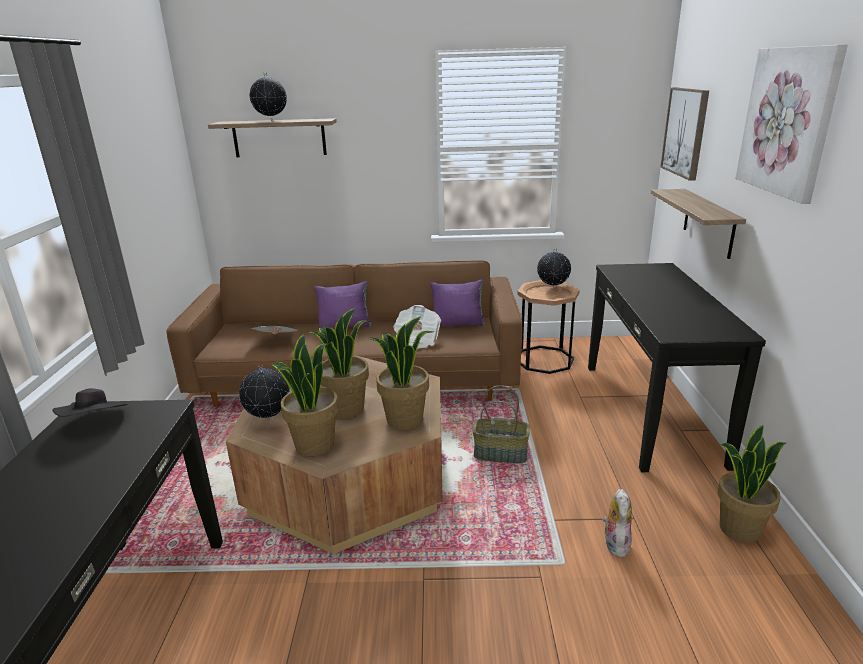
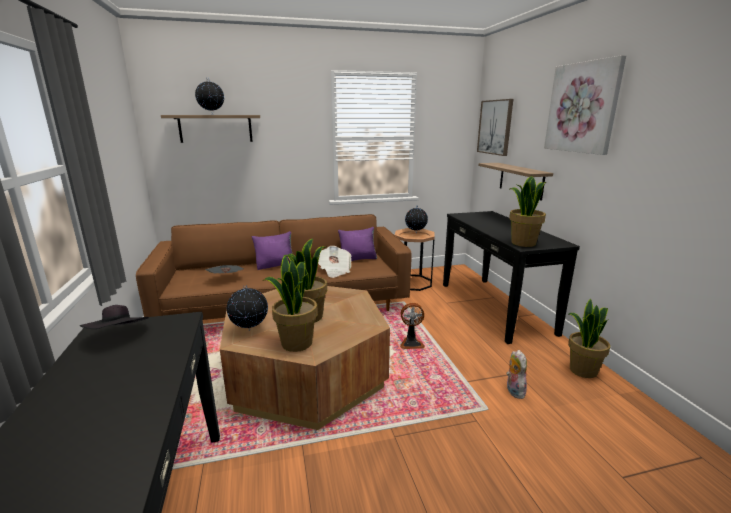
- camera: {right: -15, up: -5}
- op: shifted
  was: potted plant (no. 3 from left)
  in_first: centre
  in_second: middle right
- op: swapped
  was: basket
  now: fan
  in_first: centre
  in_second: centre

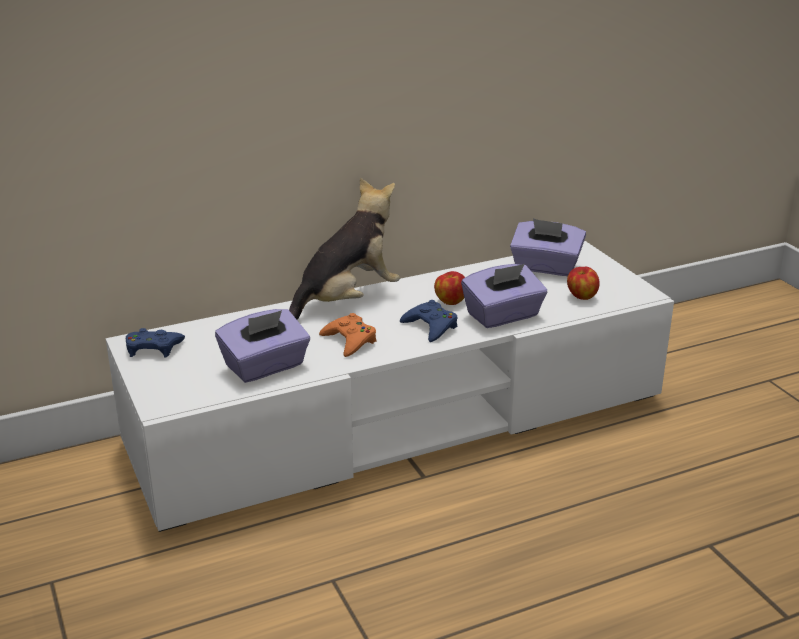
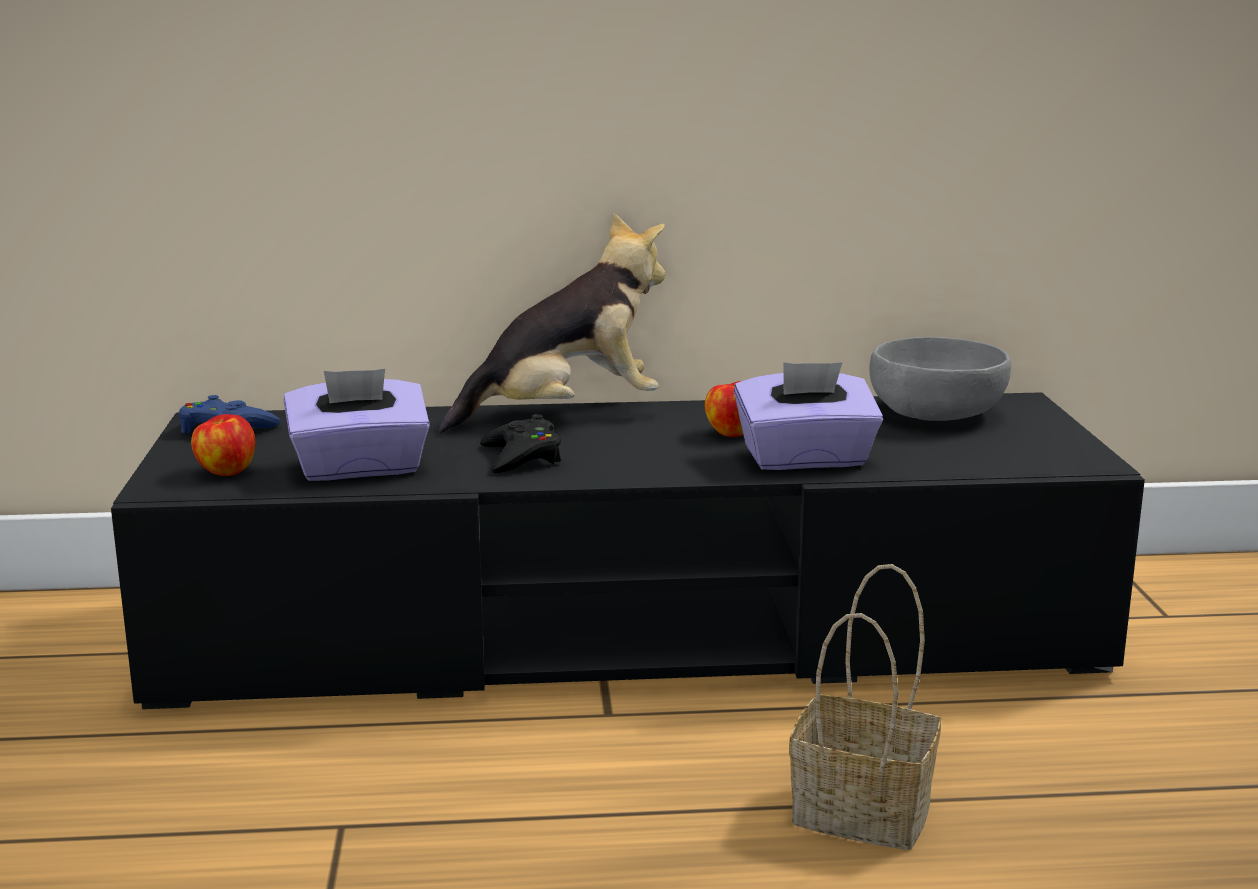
- camera: {right: 20, up: -10}
- op: gone
  was: blue game controller (no. 2 from left)
  in_first: centre
- op: new
  now: basket
  in_second: bottom right
- op: shifted
  was: apple (no. 2 from left in the first image)
  now: apple (no. 1 from left)
  in_first: middle right
  in_second: middle left
- op: swapped
  was: purple tissue box (no. 3 from left)
  now: grey bowl
  in_first: middle right
  in_second: middle right
- op: repainted
  was: white tv stand
  now: black tv stand
  in_first: centre
  in_second: centre
- op: repainted
  was: orange game controller
  now: black game controller
  in_first: centre
  in_second: centre

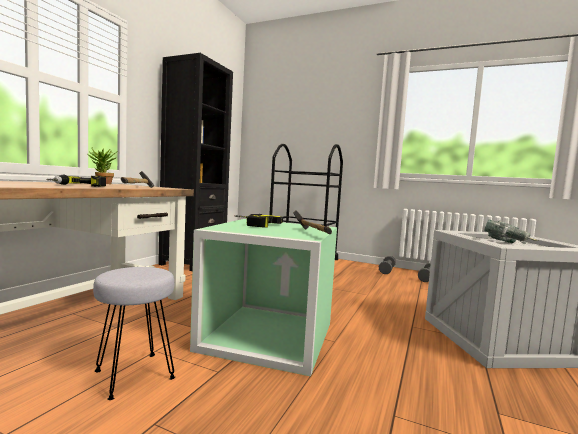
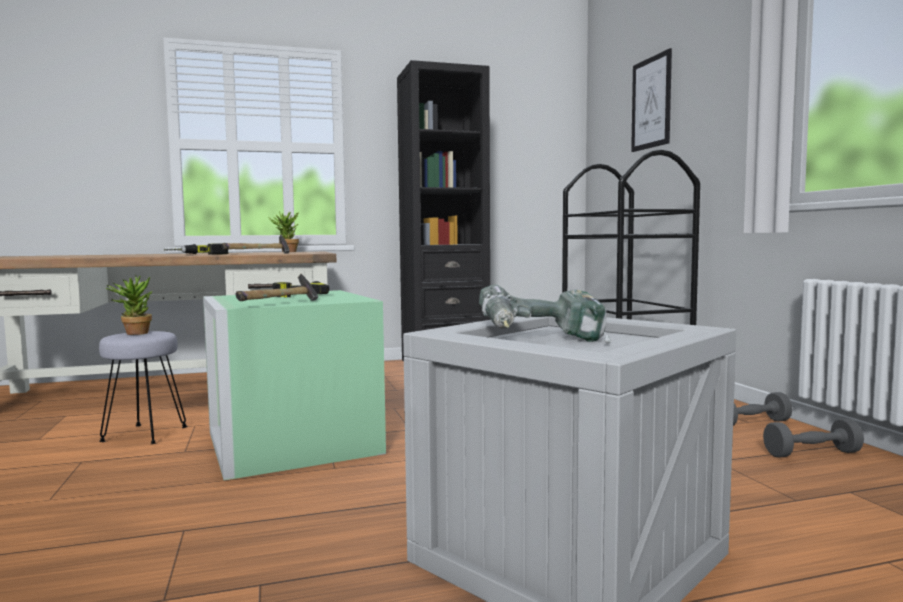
- camera: {right: 50, up: 0}
- op: new
  now: potted plant (no. 1 from left)
  in_second: middle left
- op: new
  now: picture
  in_second: top right

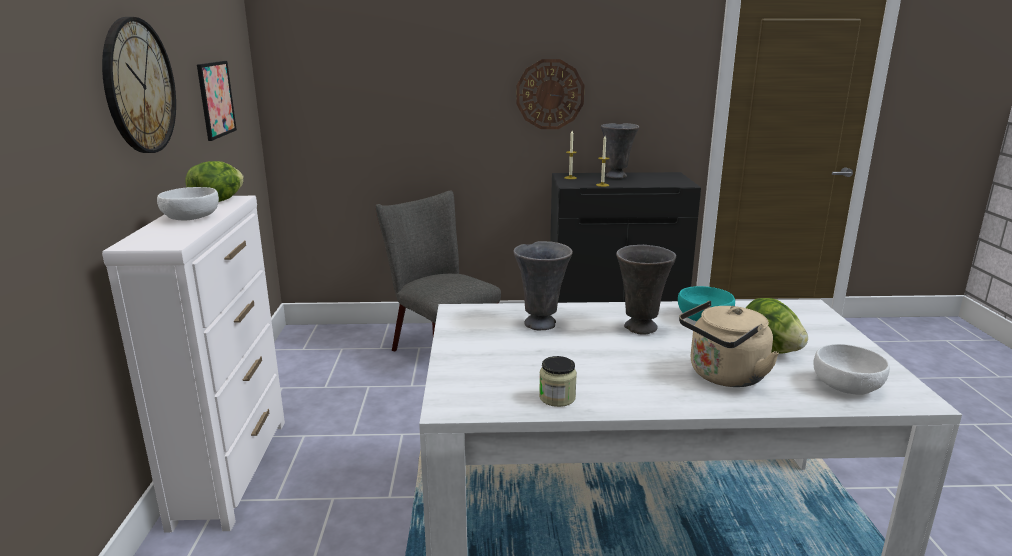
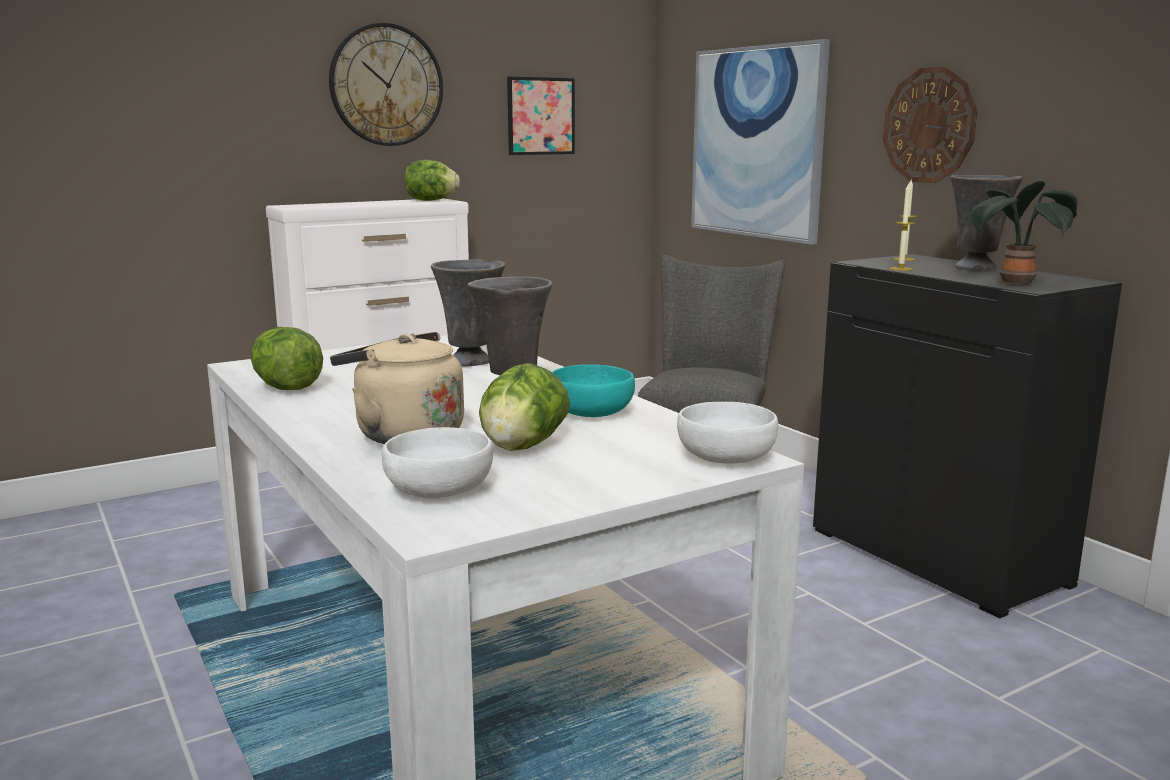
- camera: {right: 60, up: -5}
- op: new
  now: picture (no. 2 from left)
  in_second: top centre
- op: new
  now: potted plant
  in_second: top right
- op: shifted
  was: white bowl (no. 1 from left in the first image)
  now: white bowl (no. 2 from left)
  in_first: middle left
  in_second: centre
- op: swapped
  was: jar
  now: lettuce (no. 1 from left)
  in_first: bottom centre
  in_second: middle left

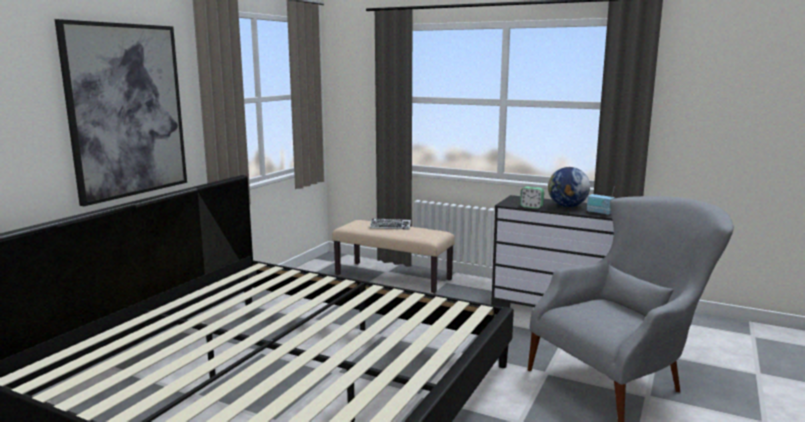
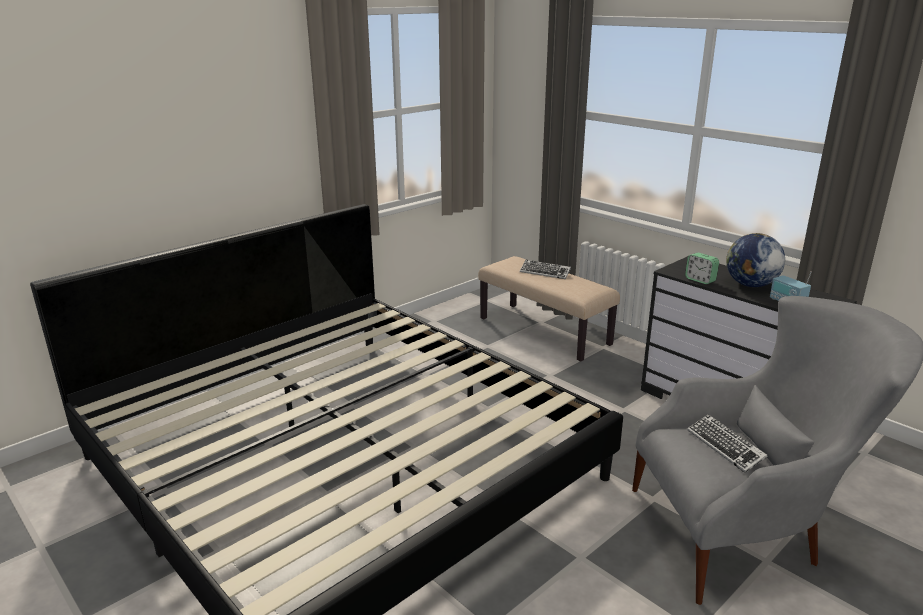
- camera: {right: 20, up: 10}
- op: gone
  was: picture
  in_first: top left
- op: new
  now: keyboard (no. 2 from left)
  in_second: bottom right

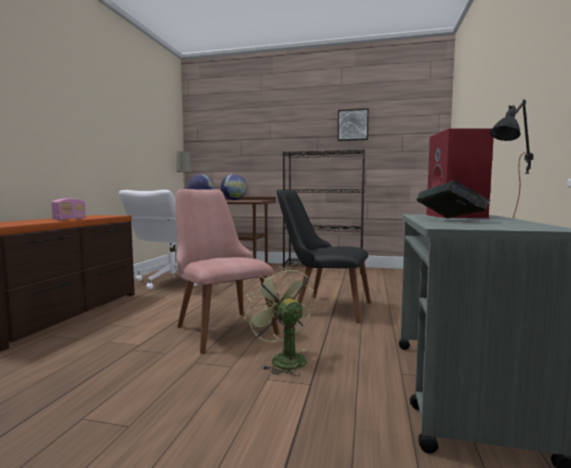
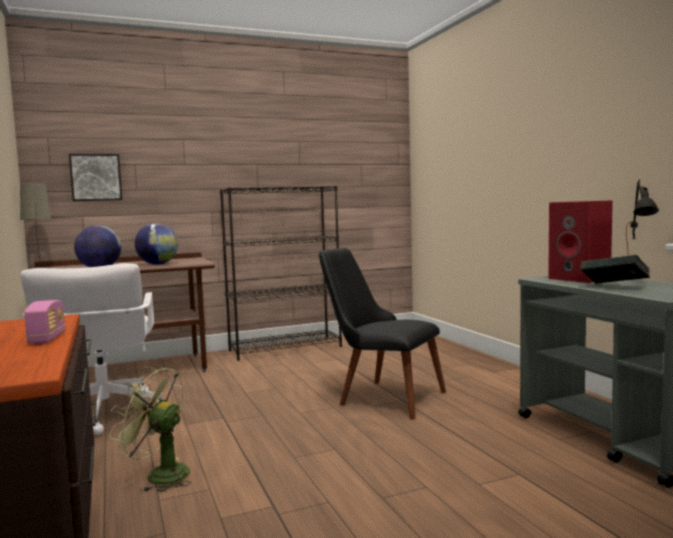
- camera: {right: -35, up: 0}
- op: gone
  was: pink chair
  in_first: centre
- op: shifted
  was: green fan
  in_first: bottom centre
  in_second: bottom left
- op: shifted
  was: picture
  in_first: top centre
  in_second: top left
- op: rotated
  was: black chair
  in_first: centre
  in_second: centre
  clockwise: 45

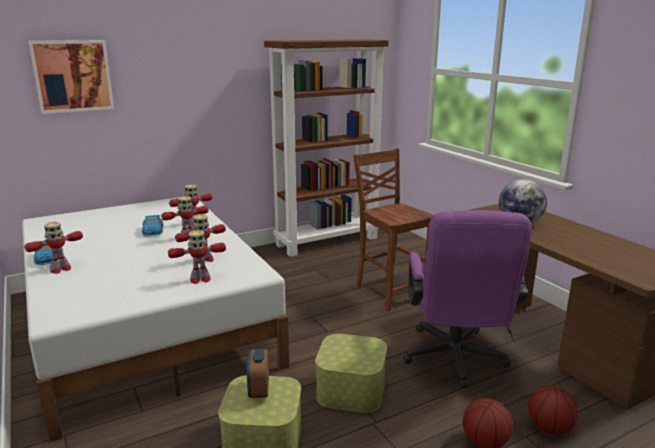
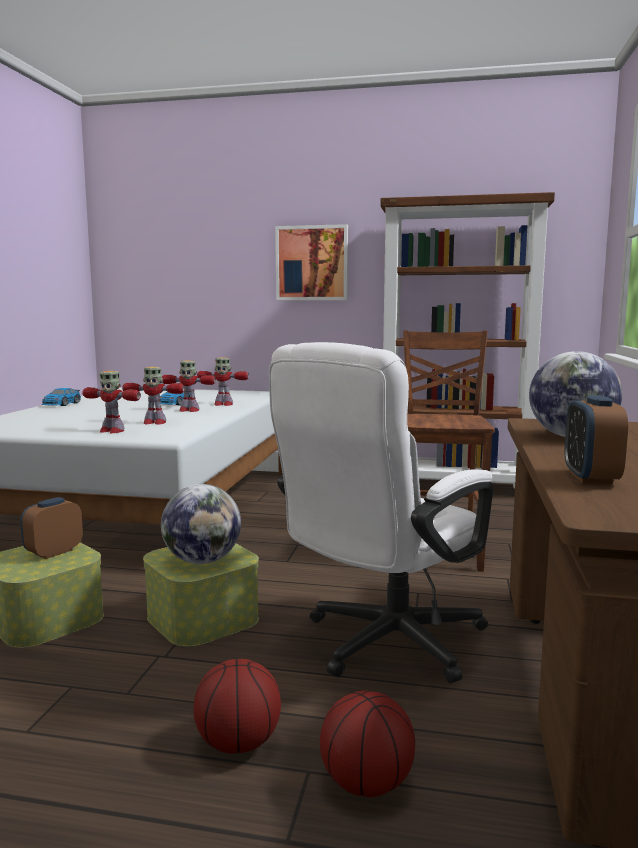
- camera: {right: 40, up: -10}
- op: gone
  was: toy robot (no. 1 from left)
  in_first: middle left
- op: new
  now: globe (no. 1 from left)
  in_second: middle left
- op: new
  now: alarm clock (no. 2 from left)
  in_second: middle right
- op: shifted
  was: picture
  in_first: top left
  in_second: top centre
- op: repainted
  was: purple office chair
  now: white office chair
  in_first: bottom right
  in_second: centre

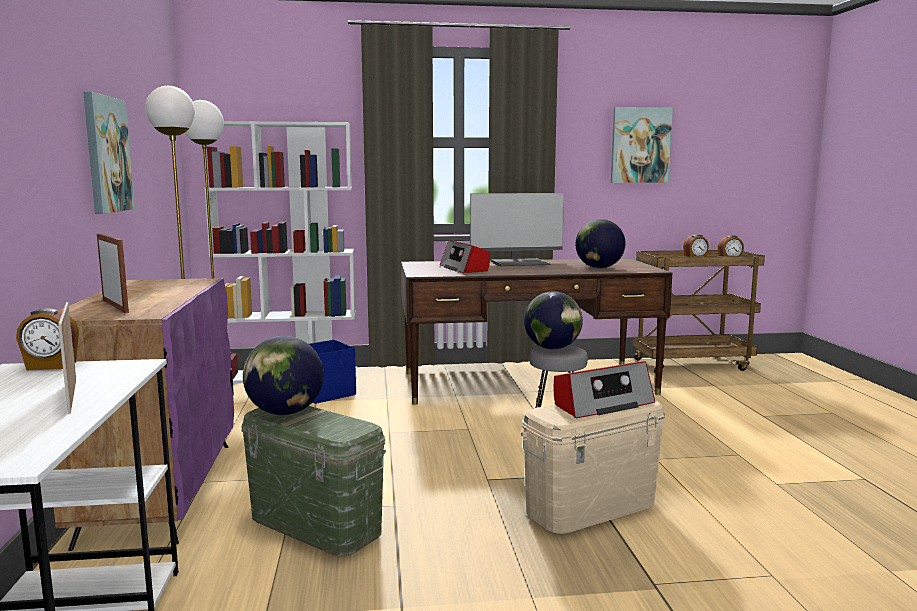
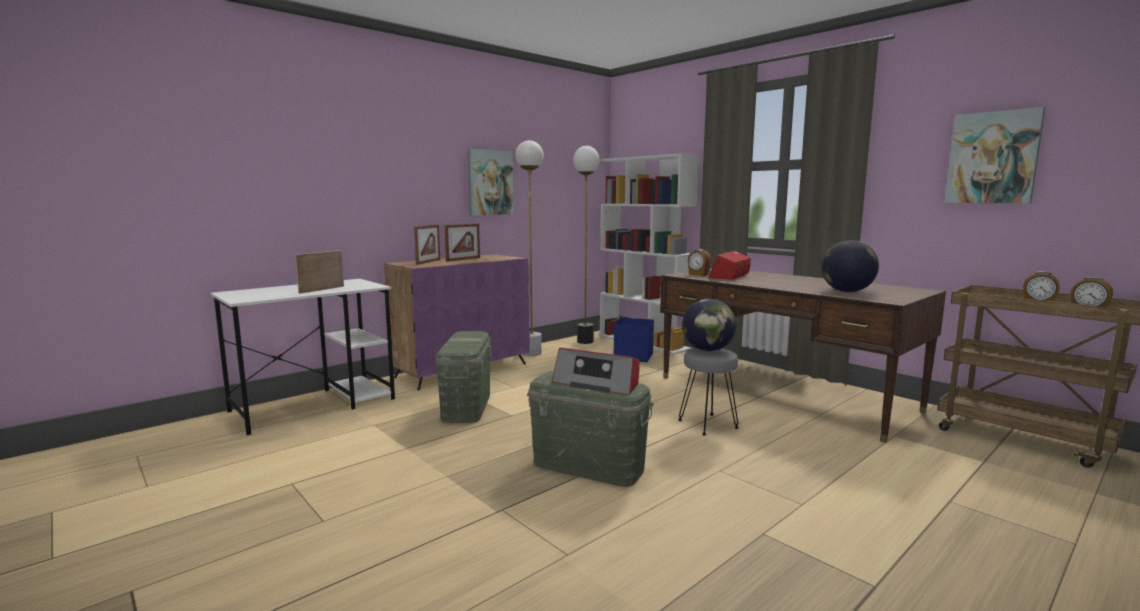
- camera: {right: 55, up: 0}
- op: gone
  was: globe (no. 1 from left)
  in_first: middle left
- op: gone
  was: monitor
  in_first: centre
- op: new
  now: picture frame (no. 3 from left)
  in_second: centre
- op: shifted
  was: alarm clock (no. 1 from left)
  in_first: middle left
  in_second: centre
- op: repainted
  was: beige storage box
  now: green storage box (no. 2 from left)
  in_first: bottom centre
  in_second: bottom centre

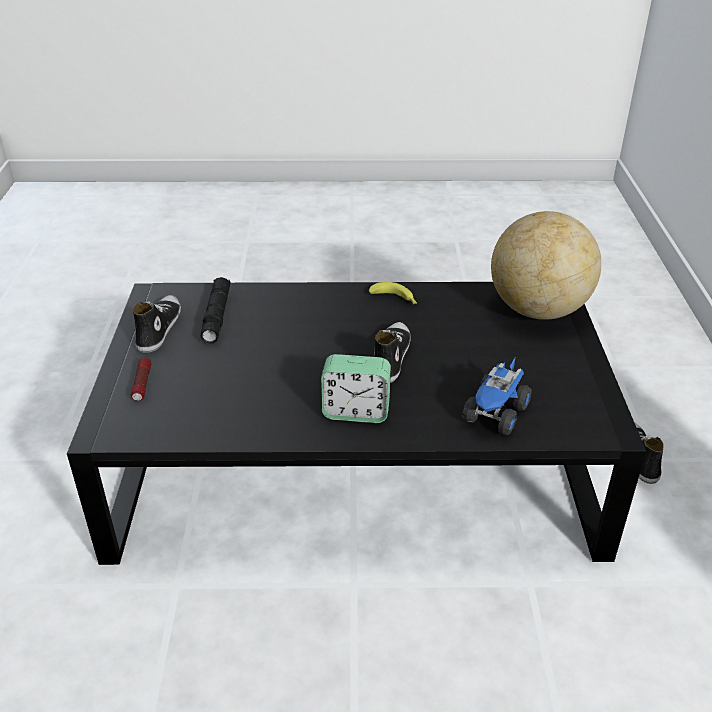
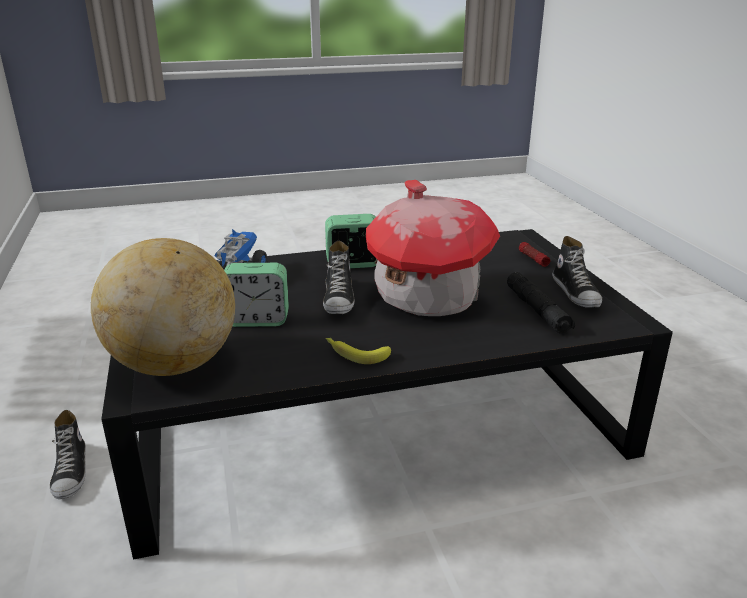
- camera: {right: 165, up: -10}
- op: new
  now: alarm clock (no. 1 from left)
  in_second: centre
- op: new
  now: toy house
  in_second: centre

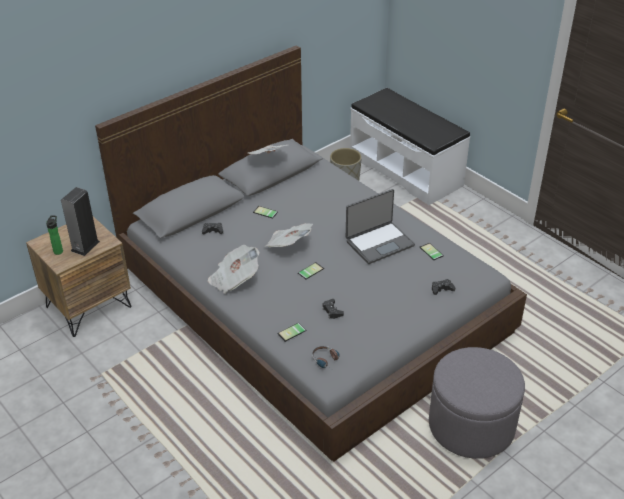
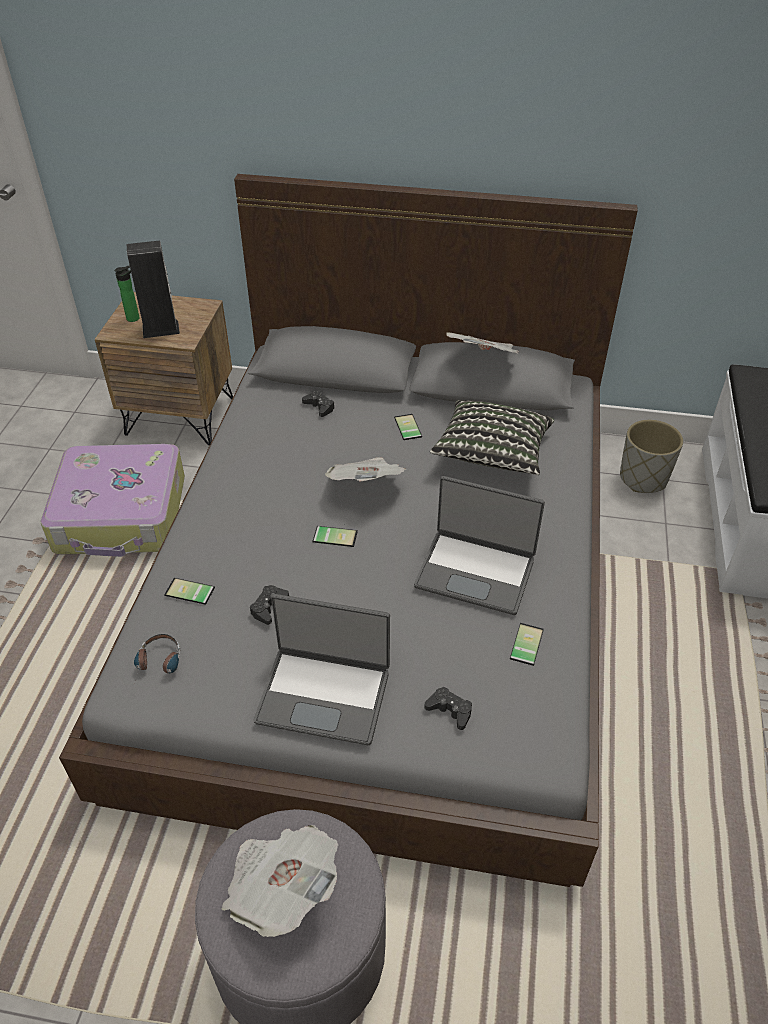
- camera: {right: 50, up: 5}
- op: new
  now: suitcase
  in_second: middle left
- op: new
  now: laptop (no. 1 from left)
  in_second: centre
- op: new
  now: pillow
  in_second: centre
- op: shifted
  was: newspaper (no. 1 from left)
  in_first: centre
  in_second: bottom centre

